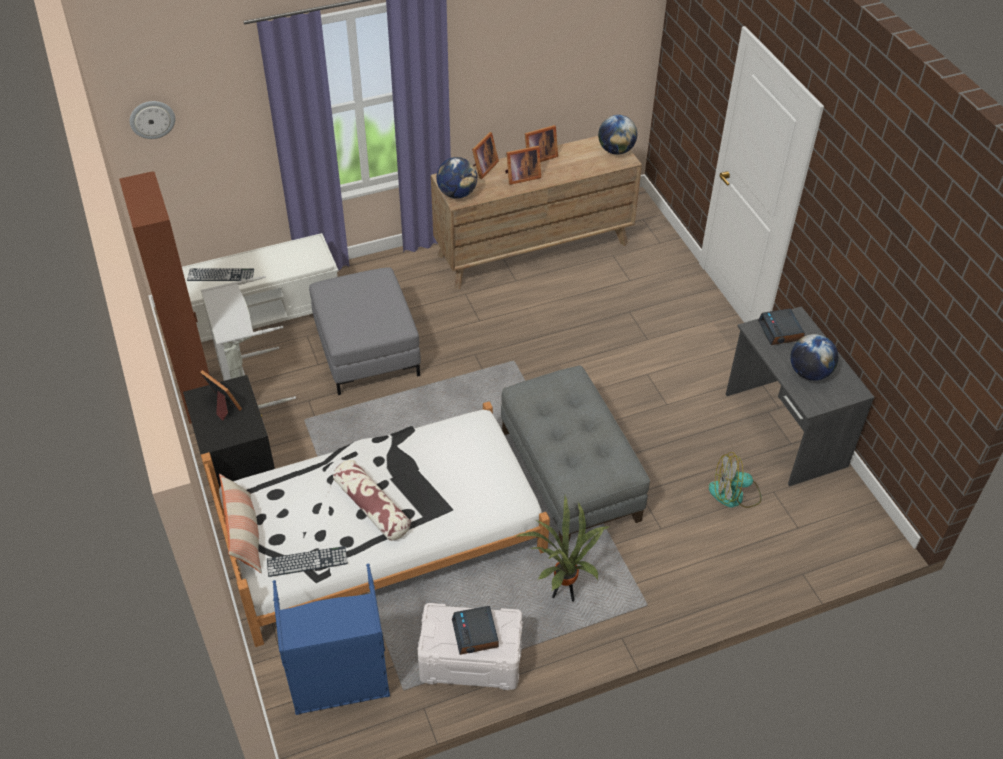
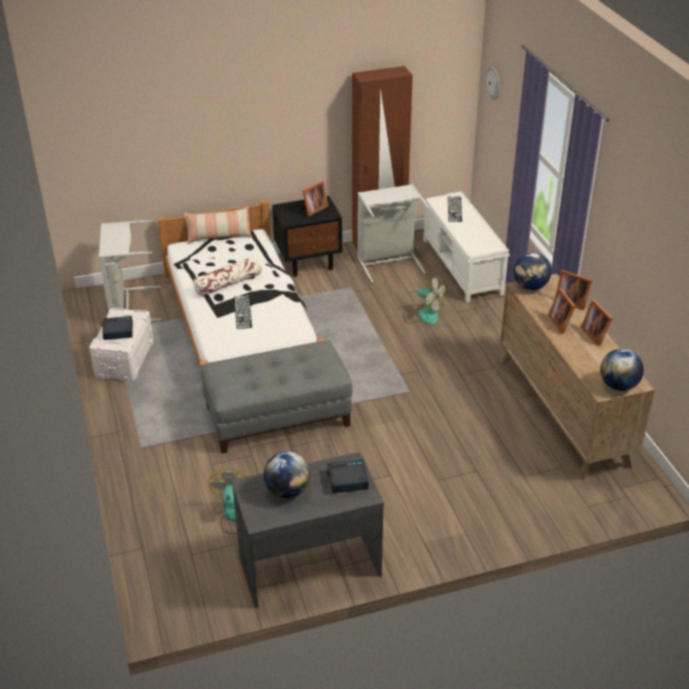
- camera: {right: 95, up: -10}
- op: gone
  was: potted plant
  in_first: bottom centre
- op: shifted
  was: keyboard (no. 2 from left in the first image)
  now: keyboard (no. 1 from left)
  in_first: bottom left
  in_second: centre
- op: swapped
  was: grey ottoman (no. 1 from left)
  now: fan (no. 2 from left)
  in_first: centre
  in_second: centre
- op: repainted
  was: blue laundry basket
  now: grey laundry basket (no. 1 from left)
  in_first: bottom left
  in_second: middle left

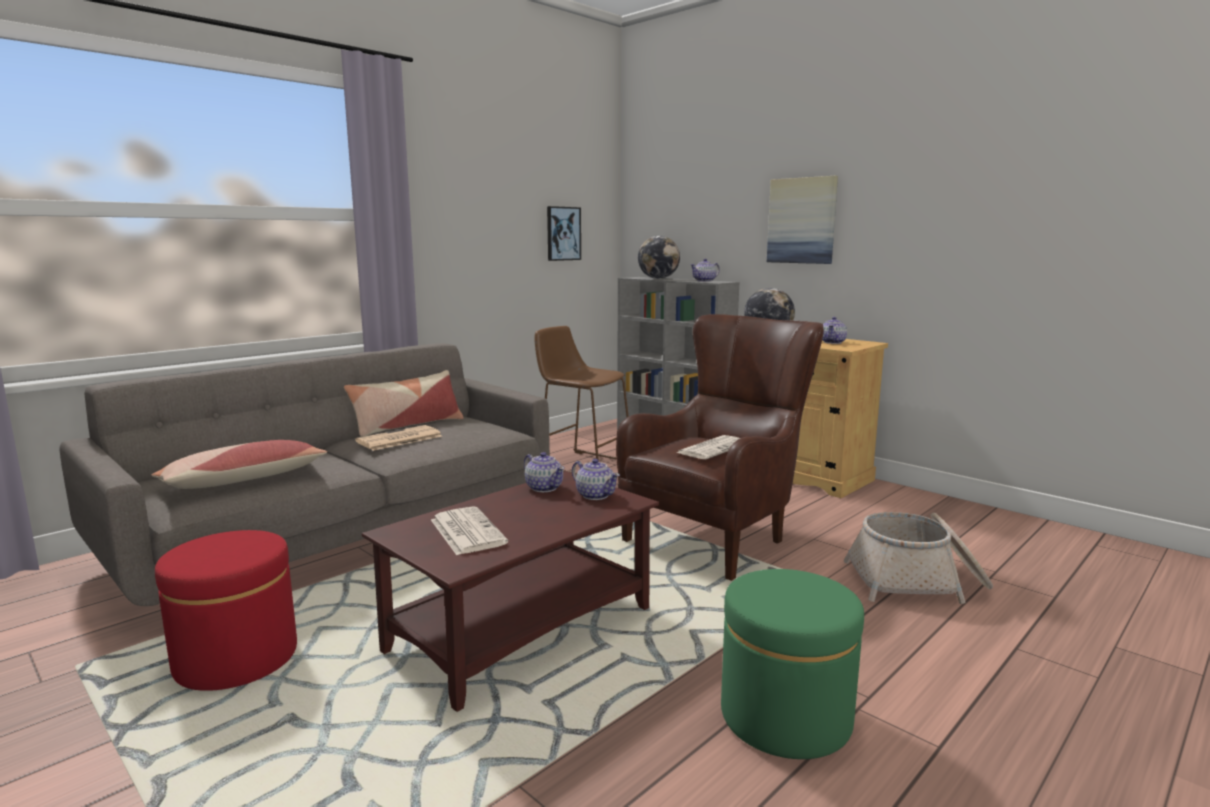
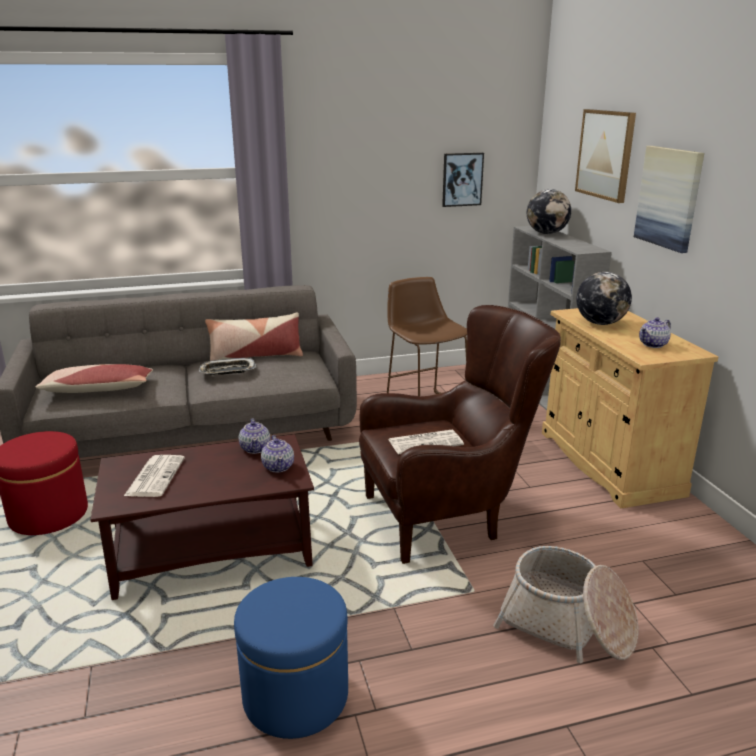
- camera: {right: 30, up: 10}
- op: gone
  was: teapot (no. 3 from left)
  in_first: centre
- op: new
  now: picture (no. 2 from left)
  in_second: top right
- op: swapped
  was: newspaper (no. 1 from left)
  now: tray
  in_first: middle left
  in_second: middle left
- op: repainted
  was: green ottoman
  now: blue ottoman
  in_first: bottom centre
  in_second: bottom centre

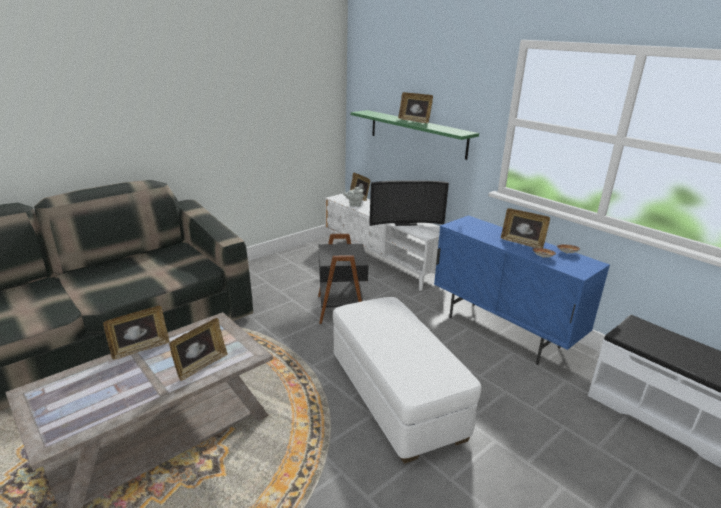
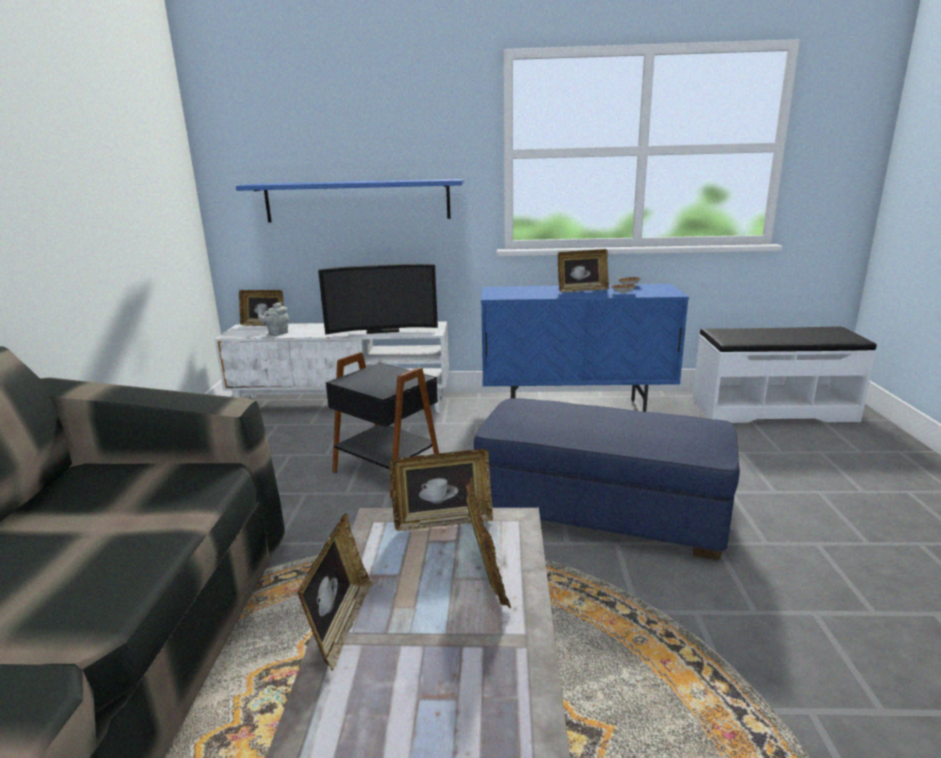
- camera: {right: -45, up: -5}
- op: shifted
  was: picture frame (no. 4 from left in the first image)
  now: picture frame (no. 3 from left)
  in_first: top centre
  in_second: centre
- op: repainted
  was: white ottoman
  now: blue ottoman
  in_first: bottom centre
  in_second: centre
- op: repainted
  was: green shelf
  now: blue shelf
  in_first: top centre
  in_second: top centre
- op: rotated
  was: television
  in_first: centre
  in_second: centre
  clockwise: 45

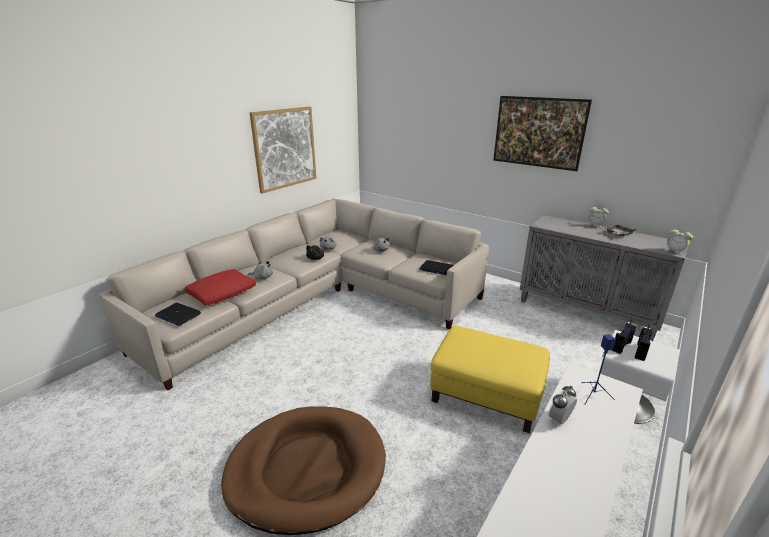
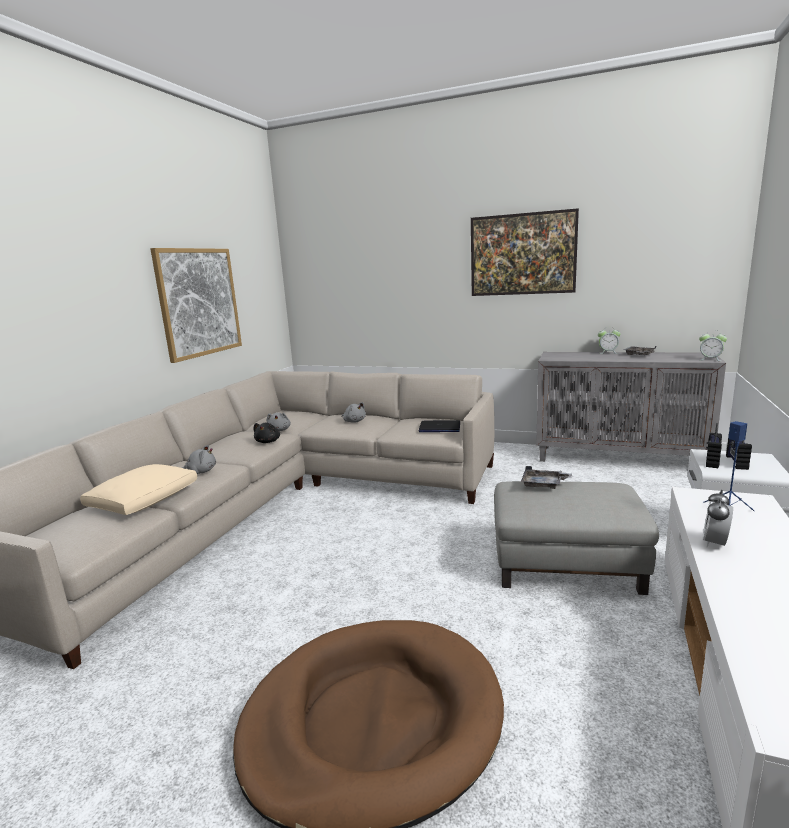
- camera: {right: -15, up: -10}
- op: gone
  was: laptop (no. 1 from left)
  in_first: middle left
- op: new
  now: grey tray (no. 1 from left)
  in_second: middle right
- op: repainted
  was: red pillow
  now: beige pillow
  in_first: middle left
  in_second: middle left
- op: repainted
  was: yellow ottoman
  now: grey ottoman
  in_first: bottom centre
  in_second: middle right

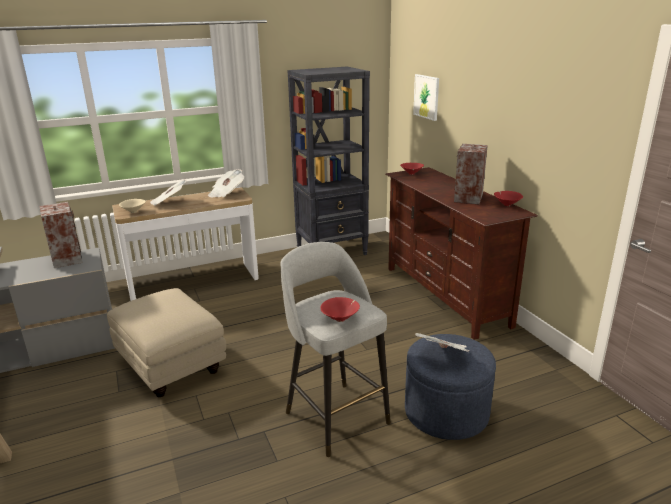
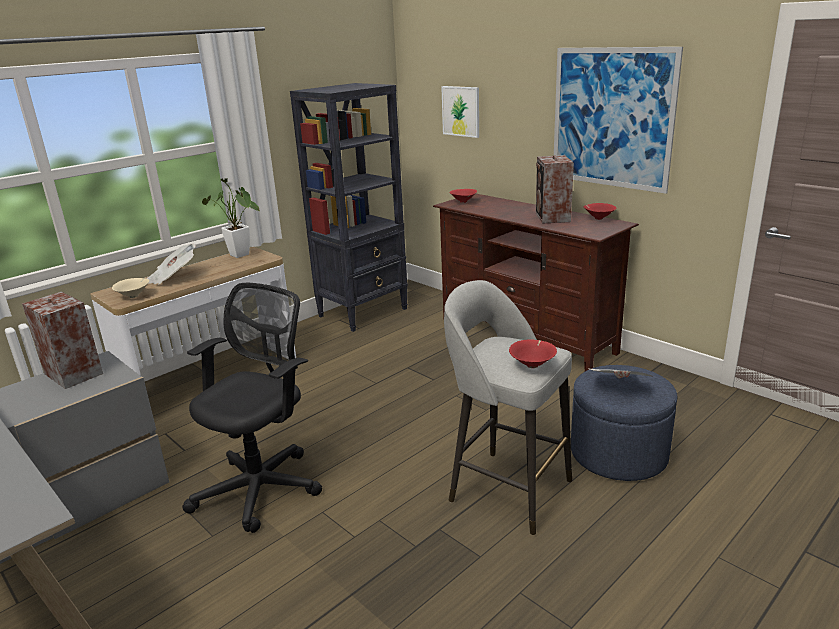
- camera: {right: -20, up: 0}
- op: new
  now: picture (no. 2 from left)
  in_second: top right
- op: swapped
  was: beige ottoman
  now: black office chair
  in_first: bottom left
  in_second: middle left
- op: swapped
  was: newspaper (no. 2 from left)
  now: potted plant
  in_first: centre
  in_second: middle left

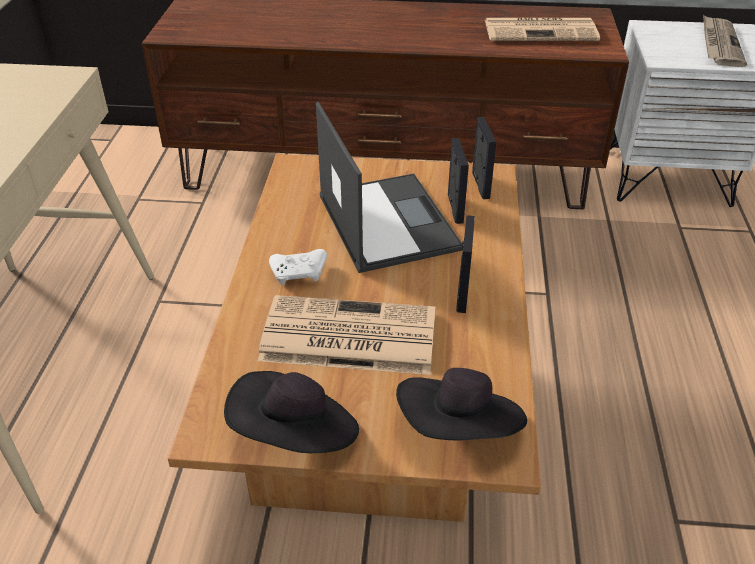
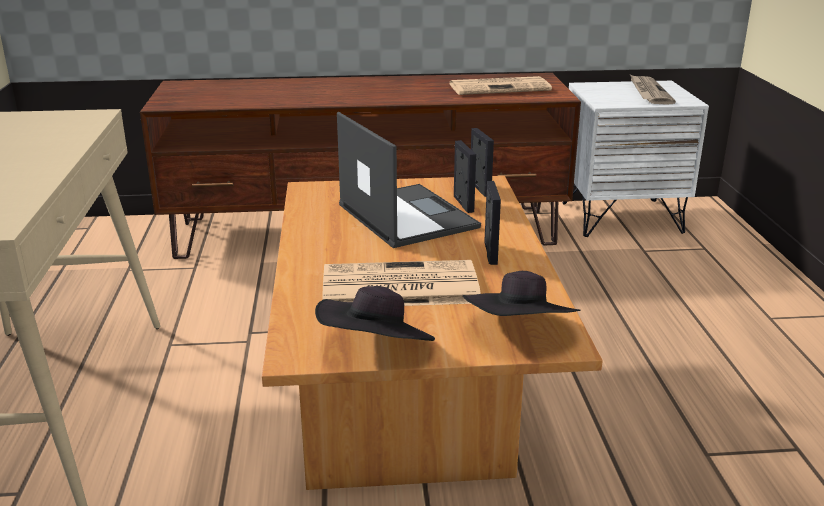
- camera: {right: -10, up: -15}
- op: gone
  was: white game controller
  in_first: centre

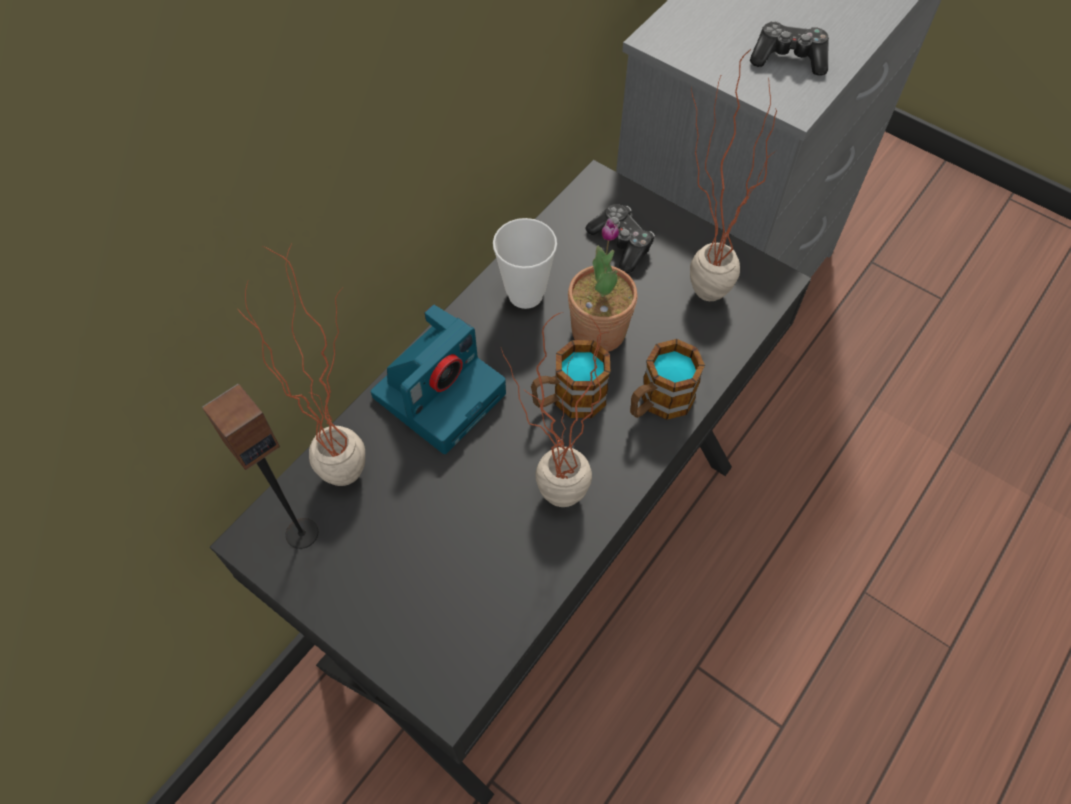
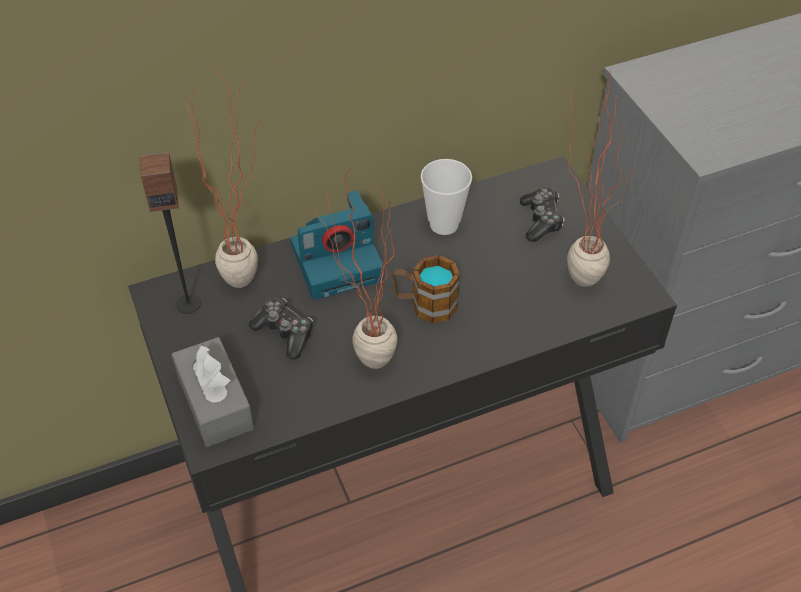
- camera: {right: 30, up: -10}
- op: gone
  was: potted plant (no. 3 from left)
  in_first: centre
- op: gone
  was: mug (no. 2 from left)
  in_first: centre
- op: new
  now: grey tissue box
  in_second: middle left
- op: shifted
  was: game controller (no. 2 from left in the first image)
  now: game controller (no. 1 from left)
  in_first: top right
  in_second: centre

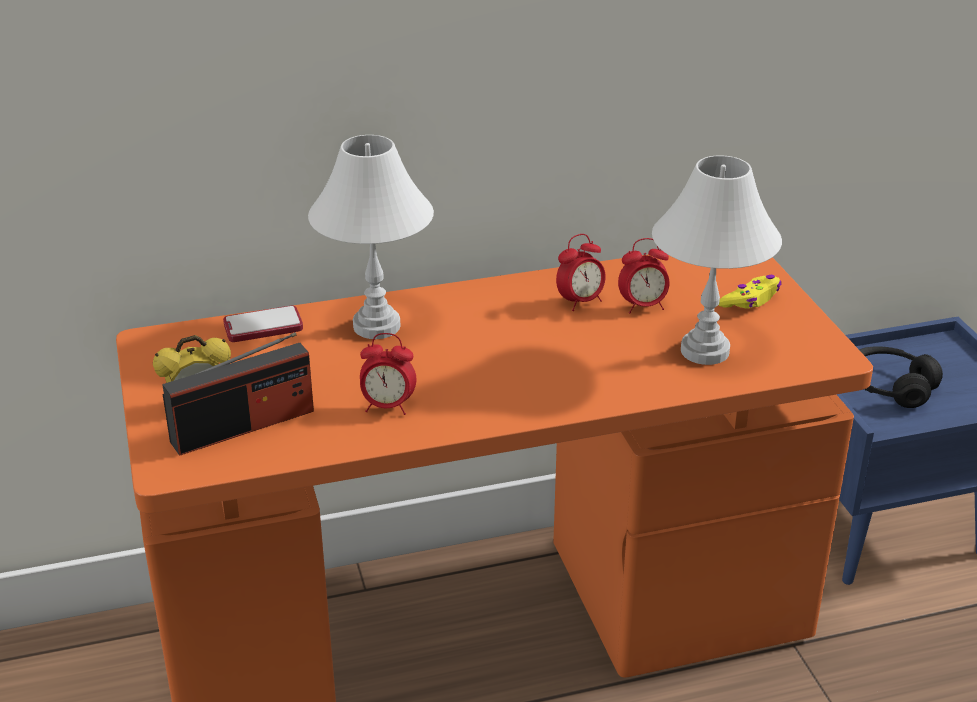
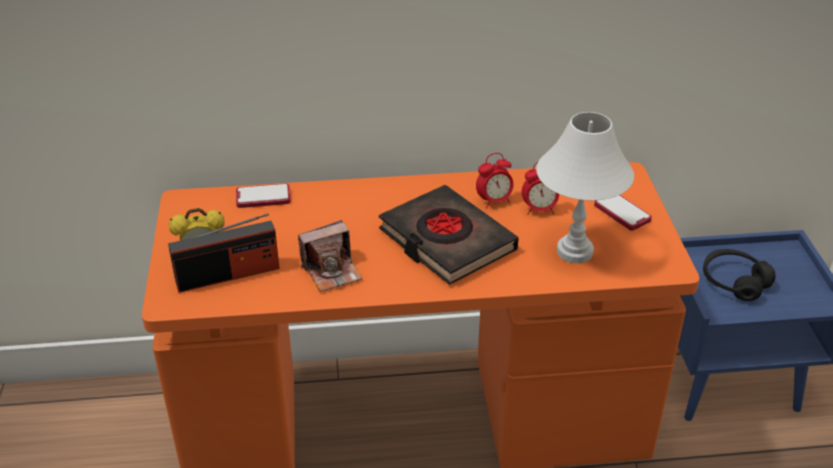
- camera: {right: 10, up: 5}
- op: gone
  was: white table lamp (no. 1 from left)
  in_first: centre
- op: new
  now: black book
  in_second: centre
- op: swapped
  was: alarm clock (no. 2 from left)
  now: photo camera
  in_first: centre
  in_second: centre
- op: swapped
  was: yellow game controller
  now: phone (no. 2 from left)
  in_first: middle right
  in_second: middle right

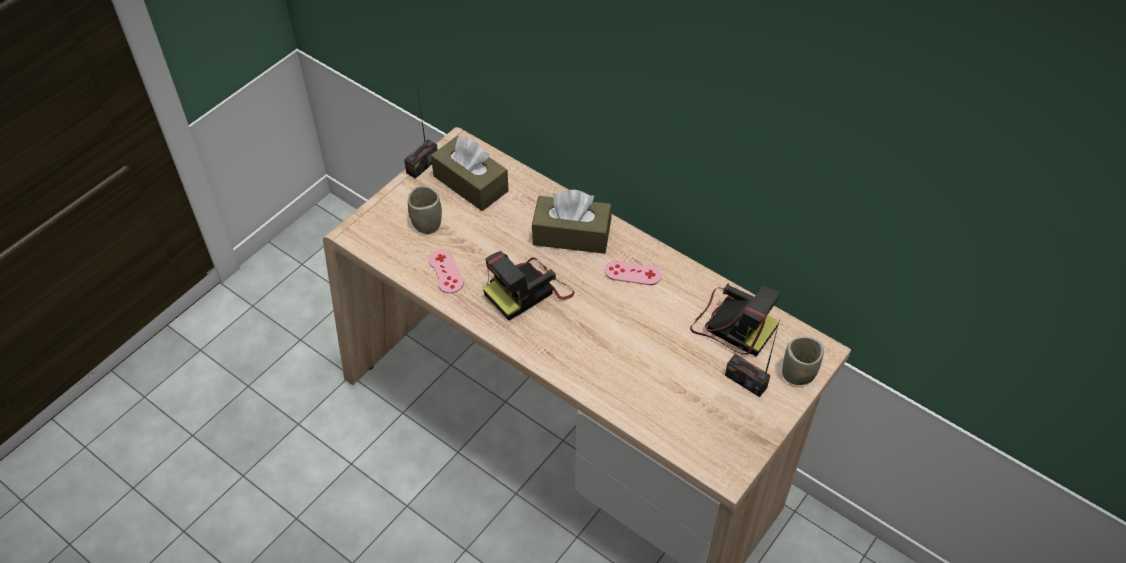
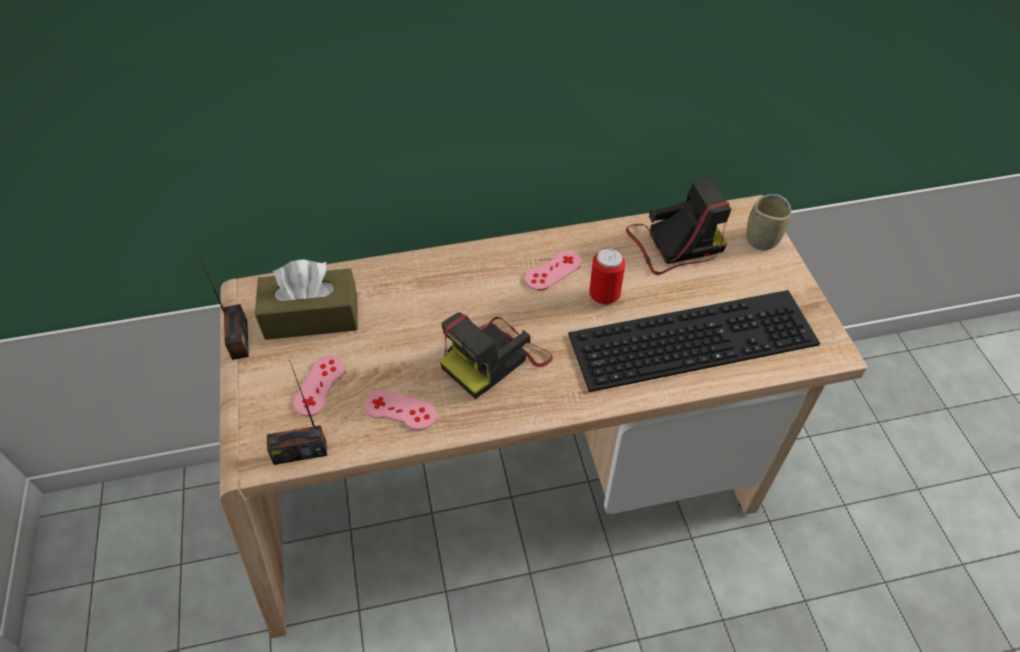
- camera: {right: -50, up: 0}
- op: gone
  was: brown tissue box (no. 2 from left)
  in_first: centre
- op: new
  now: keyboard
  in_second: middle right
- op: new
  now: can
  in_second: centre
- op: shifted
  was: radio (no. 2 from left)
  in_first: middle right
  in_second: middle left
- op: swapped
  was: cup (no. 1 from left)
  now: pink game controller (no. 1 from left)
  in_first: centre
  in_second: middle left
- op: rotated
  was: photo camera (no. 1 from left)
  in_first: centre
  in_second: centre
  clockwise: 45

